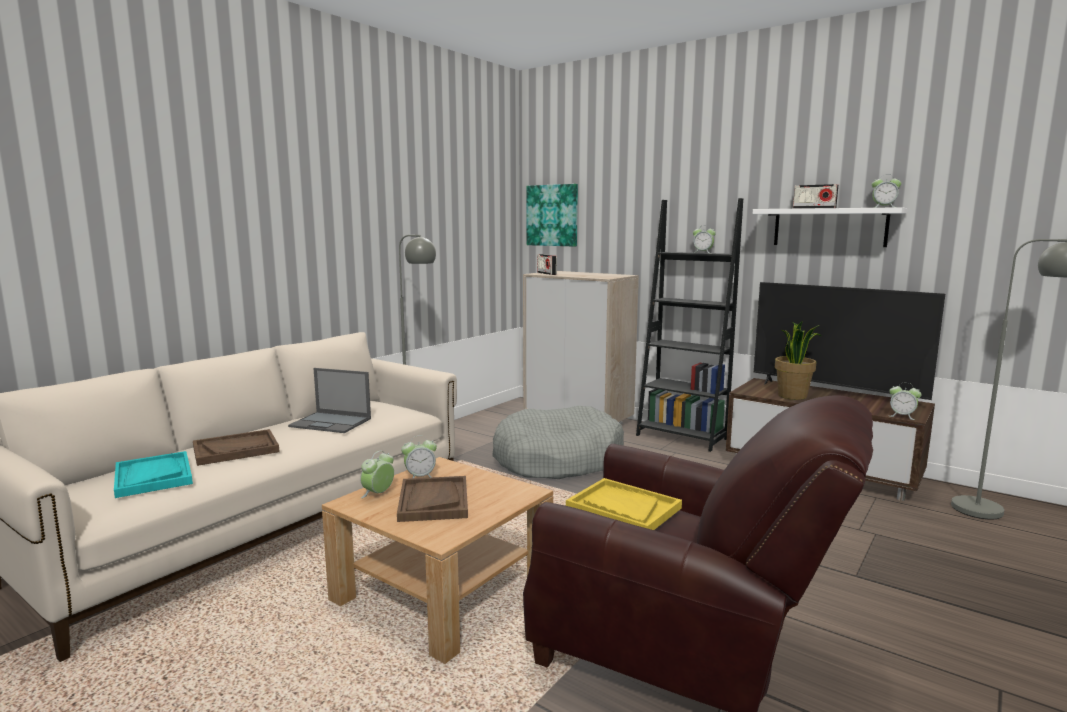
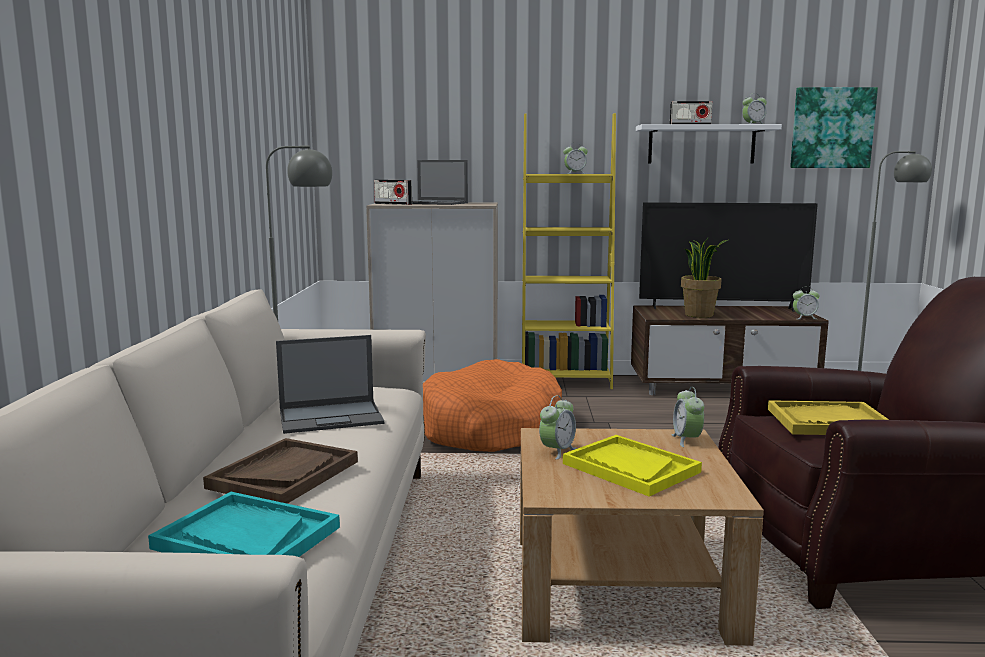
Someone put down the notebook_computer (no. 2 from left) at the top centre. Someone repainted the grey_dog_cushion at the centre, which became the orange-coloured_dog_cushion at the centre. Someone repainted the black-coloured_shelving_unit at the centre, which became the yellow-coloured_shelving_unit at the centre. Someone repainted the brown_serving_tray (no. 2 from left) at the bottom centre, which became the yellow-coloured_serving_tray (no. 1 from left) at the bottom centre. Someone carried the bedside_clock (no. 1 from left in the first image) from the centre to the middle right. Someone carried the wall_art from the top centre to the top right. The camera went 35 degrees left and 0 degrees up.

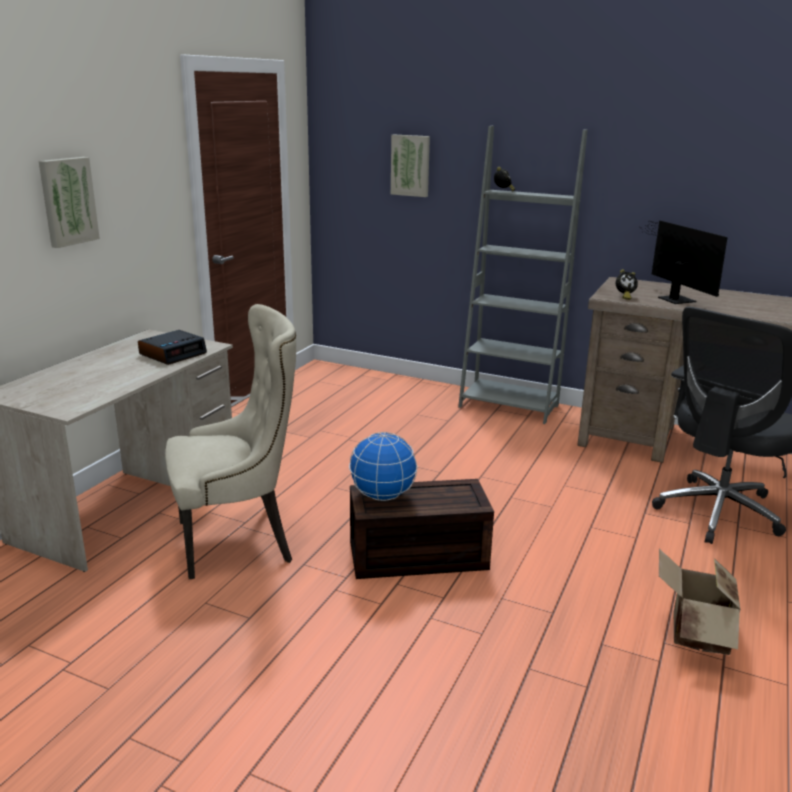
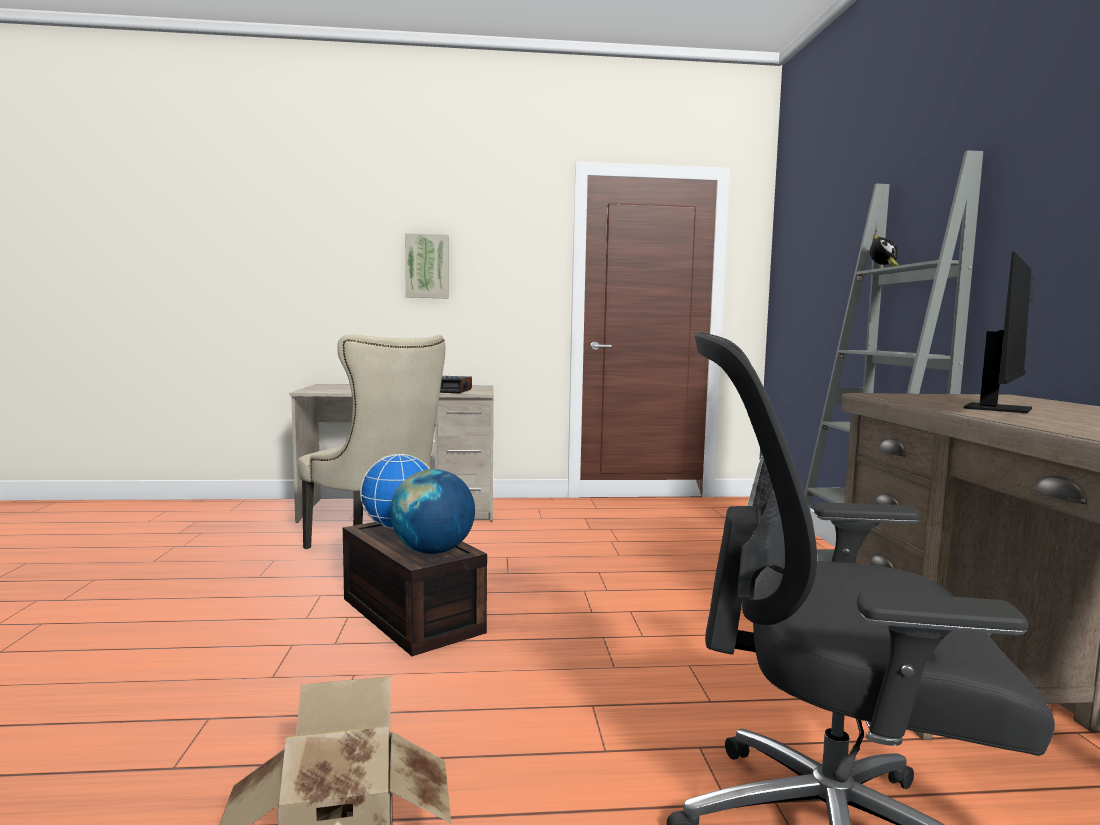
Someone put down the world_globe (no. 2 from left) at the centre. Someone took away the wall_art (no. 2 from left) at the top centre. Someone took away the bedside_clock (no. 3 from left) at the middle right. The camera went 60 degrees right and 15 degrees down.

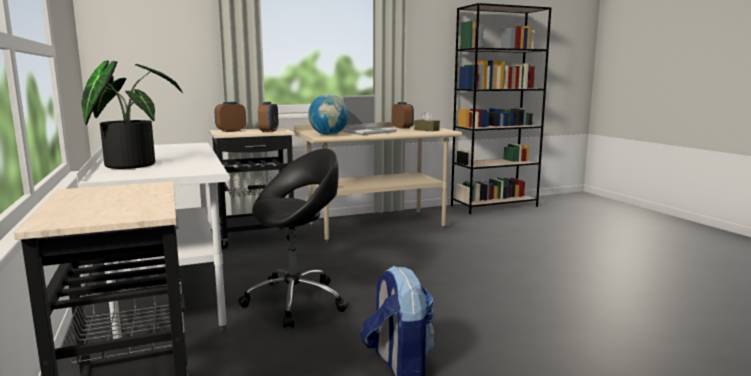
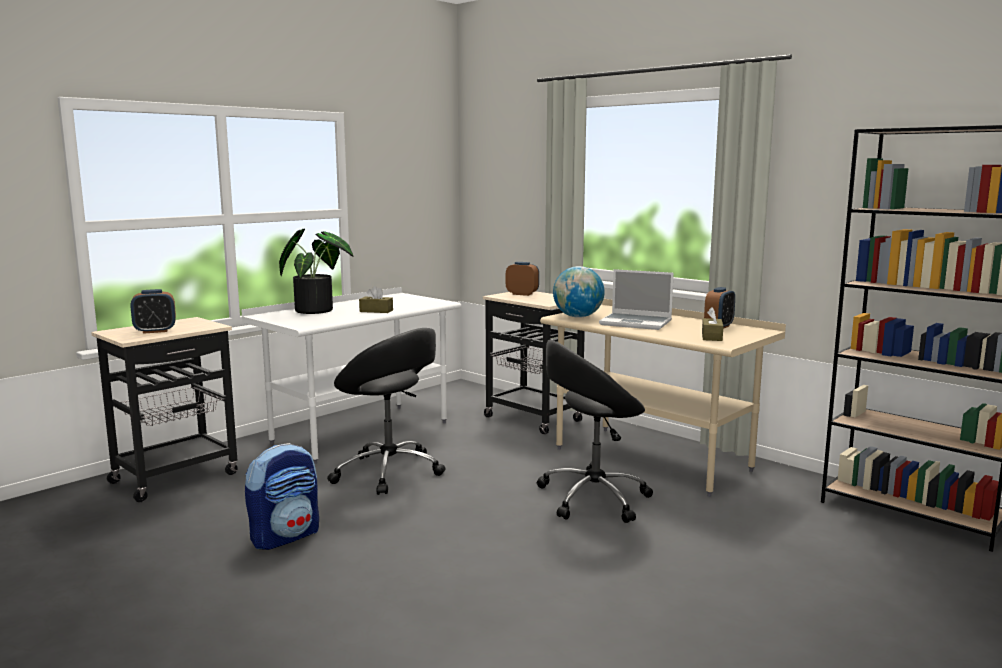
Someone carried the bedside_clock (no. 2 from left in the first image) from the top centre to the middle left. Someone put down the brown_box_of_tissues (no. 1 from left) at the centre. Someone put down the black-coloured_desk_chair (no. 2 from left) at the centre. The camera went 65 degrees right and 0 degrees up.

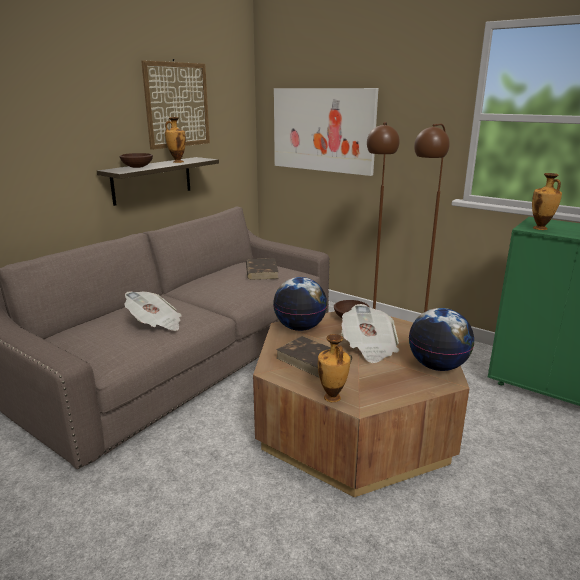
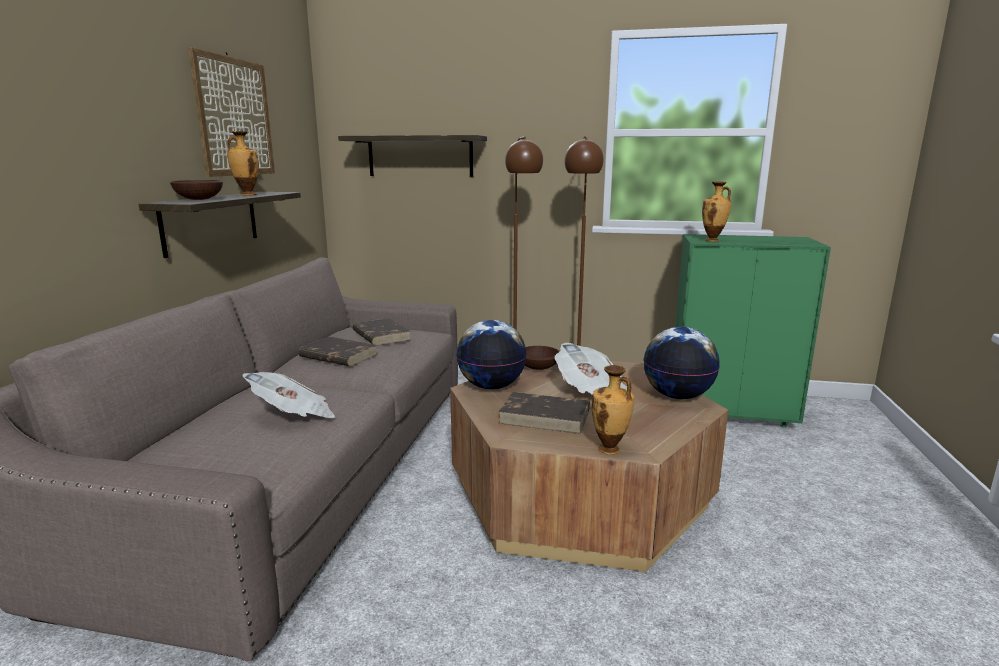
Someone put down the brown_bound_book (no. 1 from left) at the centre. Someone swapped the wall_art (no. 2 from left) at the top centre for the shelf (no. 2 from left) at the top centre. The camera went 25 degrees left and 5 degrees down.

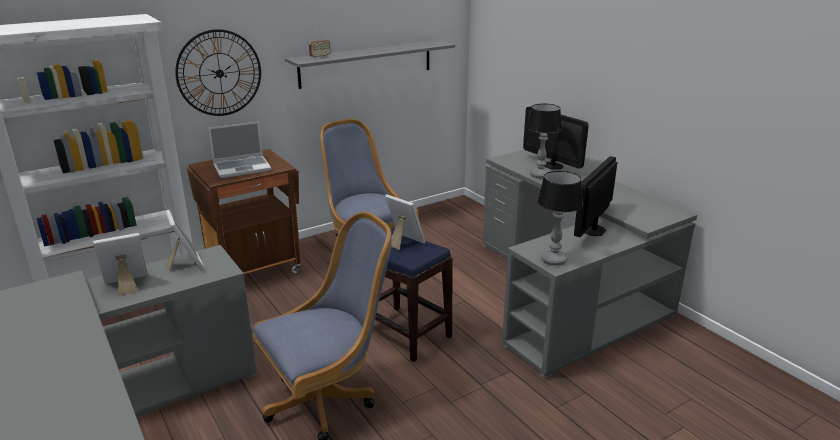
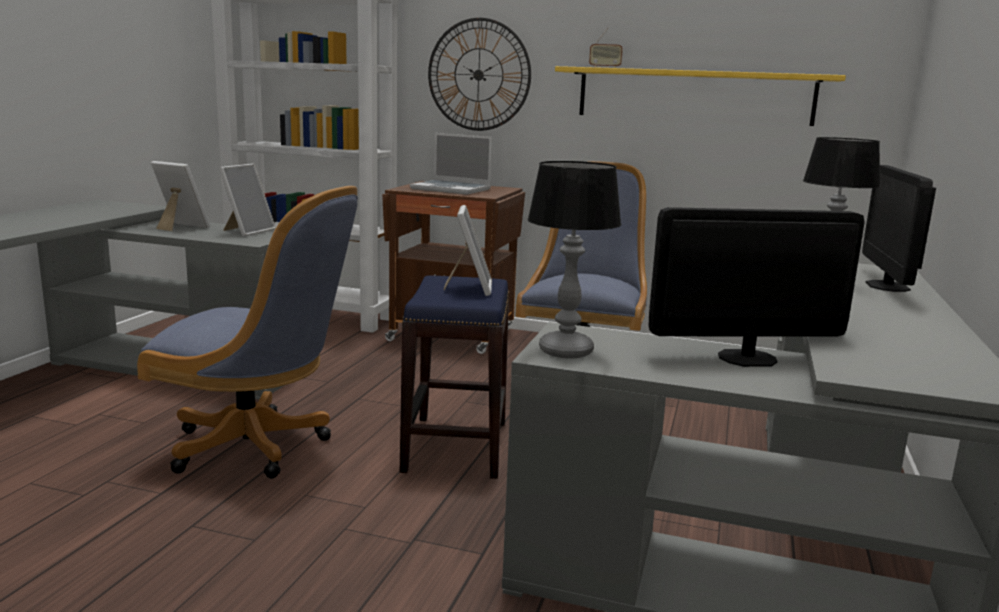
Someone repainted the grey_shelf at the top centre, which became the yellow-coloured_shelf at the top right. The camera went 50 degrees right and 10 degrees down.

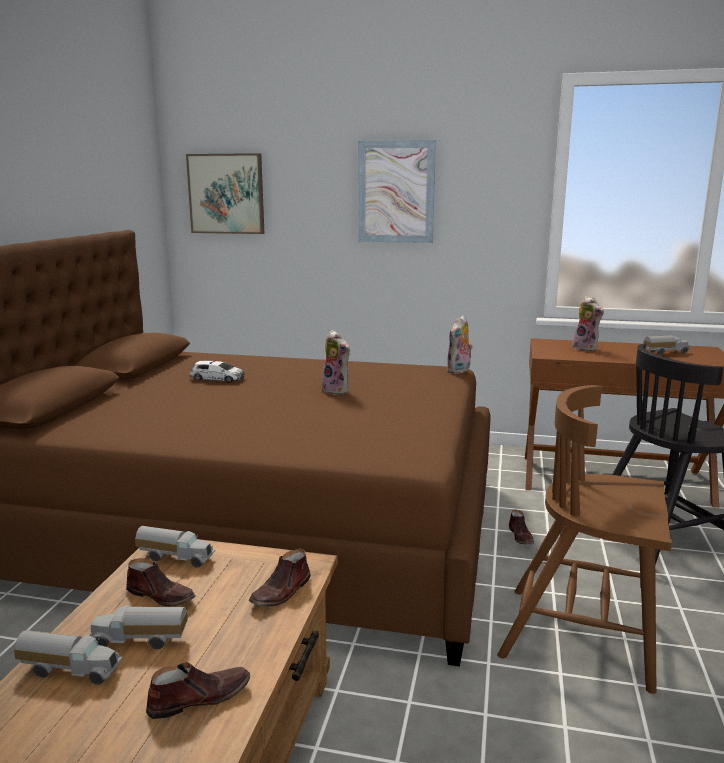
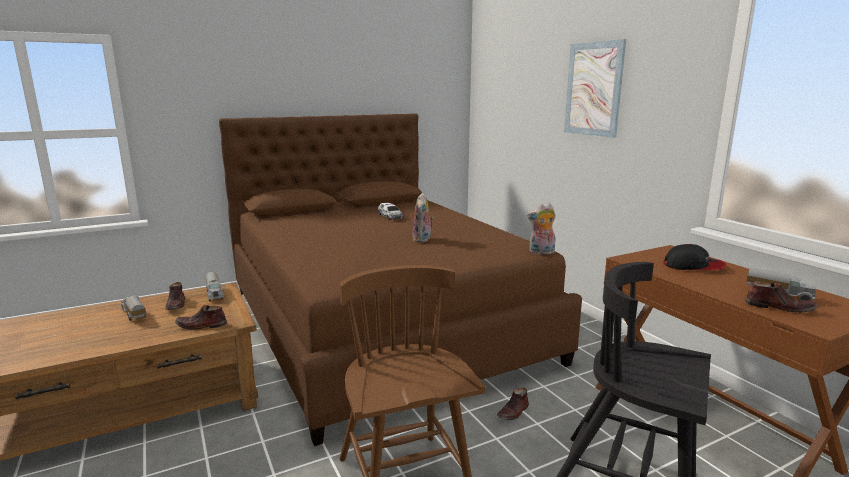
Someone swapped the cuddly_toy (no. 3 from left) at the middle right for the peaked_cap at the middle right. Someone carried the brown_low_shoe (no. 2 from left in the first image) from the bottom left to the middle right. Someone took away the toy_lorry (no. 1 from left) at the bottom left. Someone took away the wall_art (no. 1 from left) at the top left. The camera went 50 degrees right and 0 degrees up.

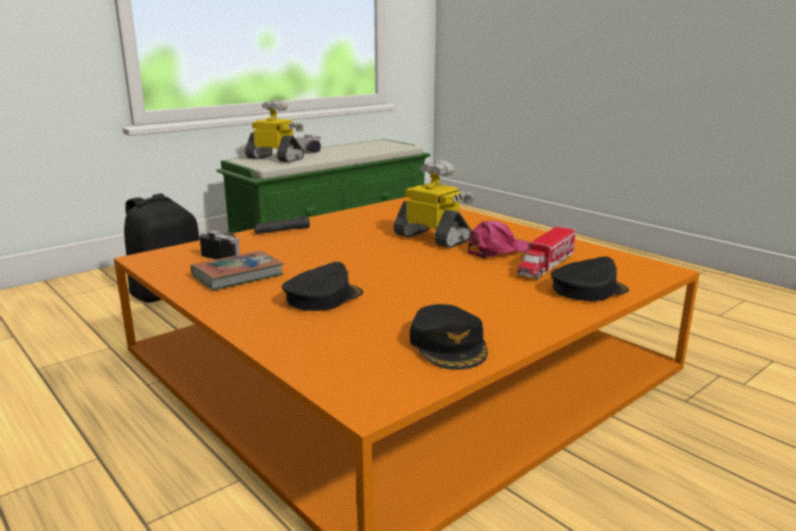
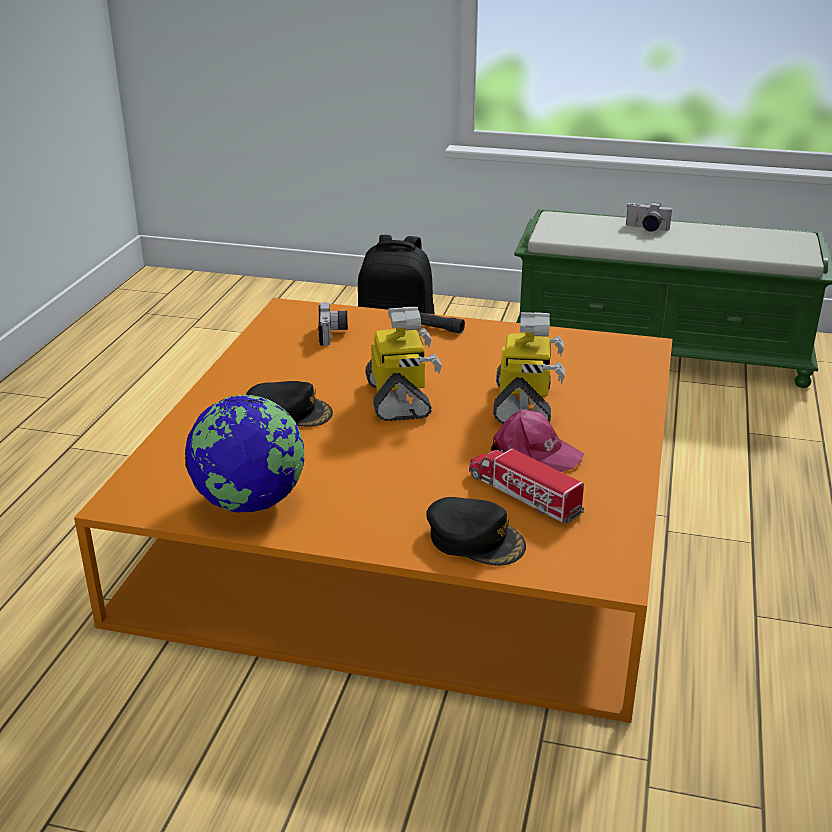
Someone swapped the black-coloured_peaked_cap (no. 2 from left) at the centre for the world_globe at the middle left. Someone carried the model_robot (no. 1 from left) from the top centre to the centre. Someone rotated the toy_lorry at the middle right by 45 degrees clockwise. Someone took away the bound_book at the middle left. The camera went 55 degrees right and 10 degrees up.

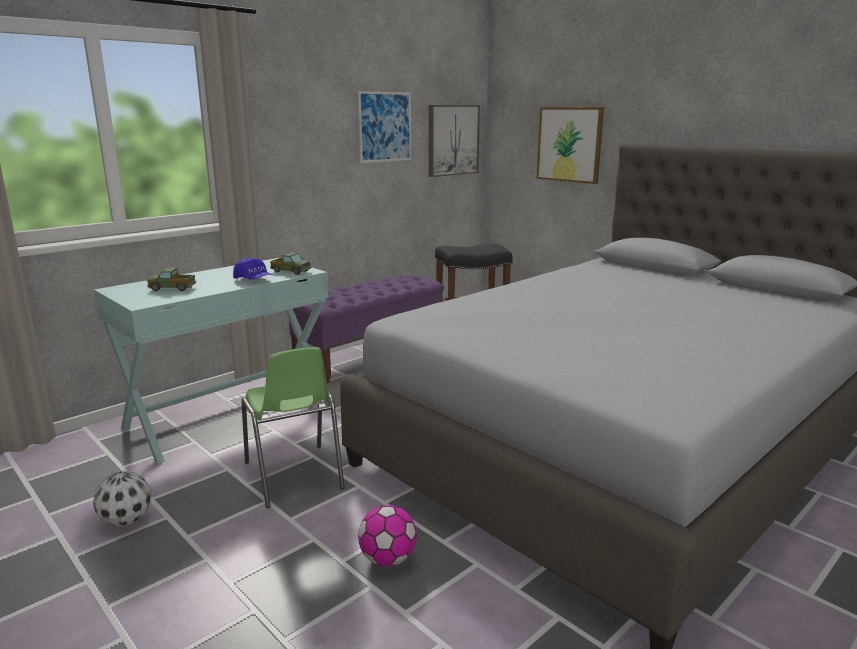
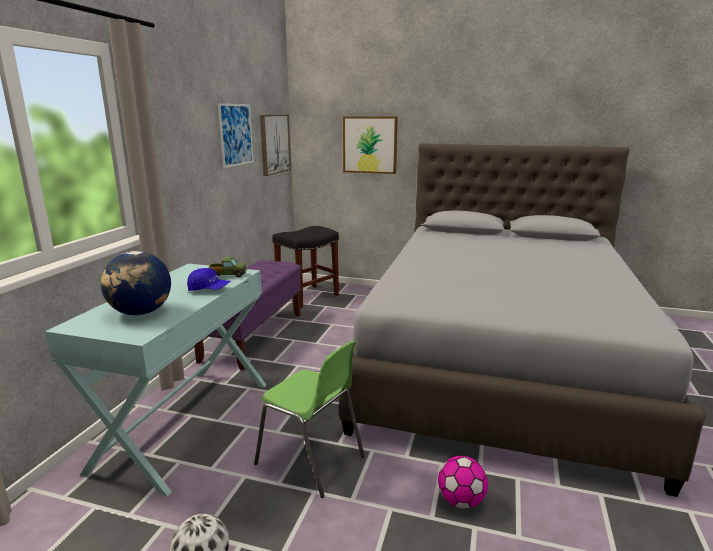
Someone swapped the toy_lorry (no. 1 from left) at the middle left for the world_globe at the middle left. The camera went 30 degrees left and 0 degrees up.

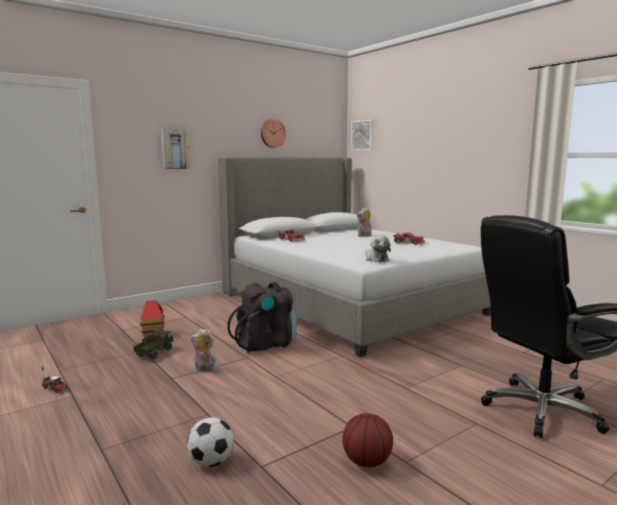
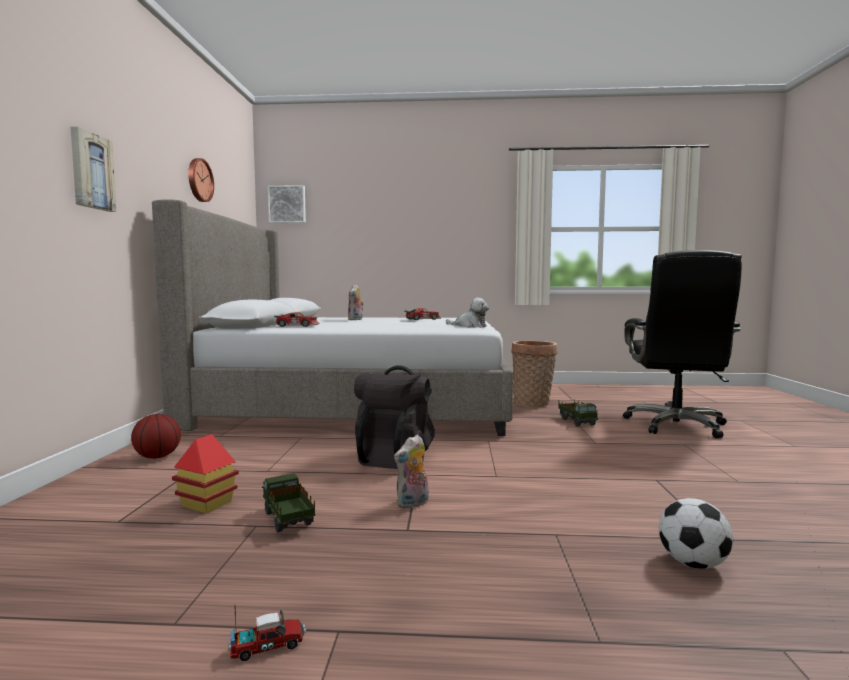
Someone carried the basketball from the bottom centre to the middle left. Someone put down the household_basket at the centre. Someone put down the toy_lorry (no. 3 from left) at the middle right. The camera went 50 degrees left and 5 degrees down.

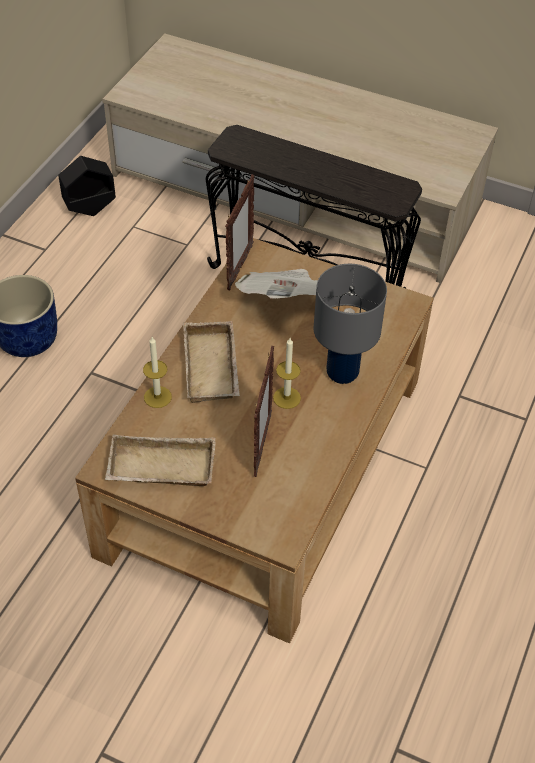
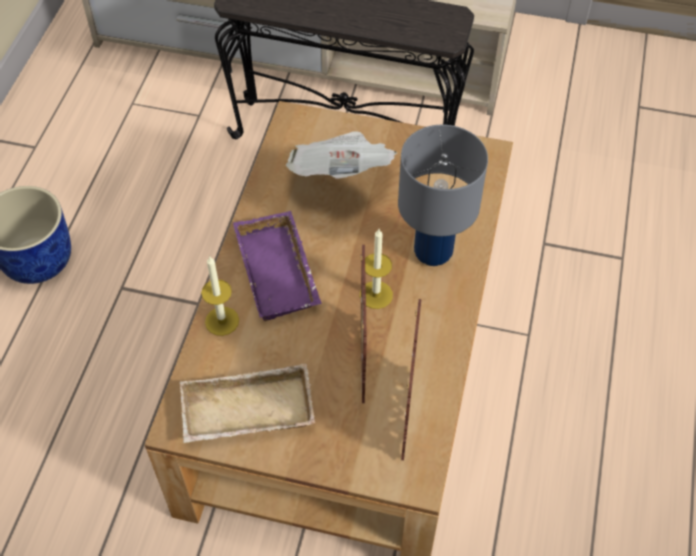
Someone repainted the beige_serving_tray (no. 2 from left) at the centre, which became the purple-coloured_serving_tray at the centre. Someone carried the picture_frame (no. 1 from left in the first image) from the top centre to the bottom centre. Someone took away the black-coloured_flower_pot at the top left. The camera went 10 degrees left and 5 degrees up.

